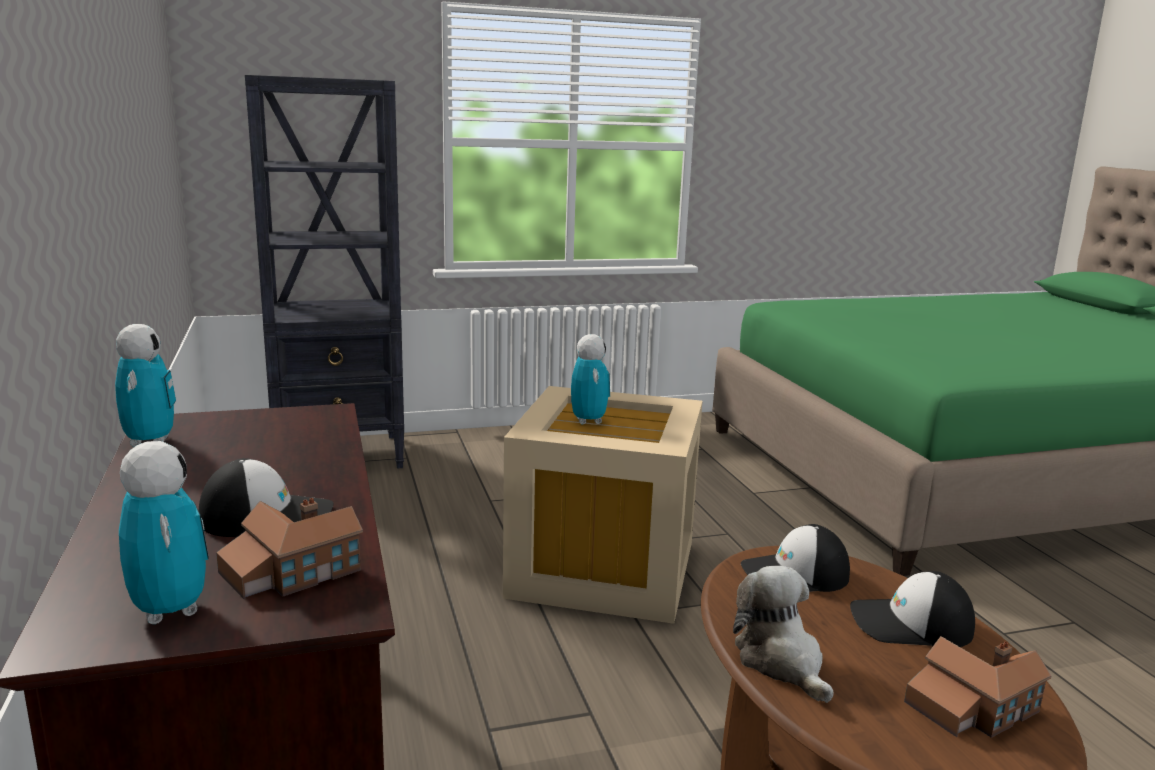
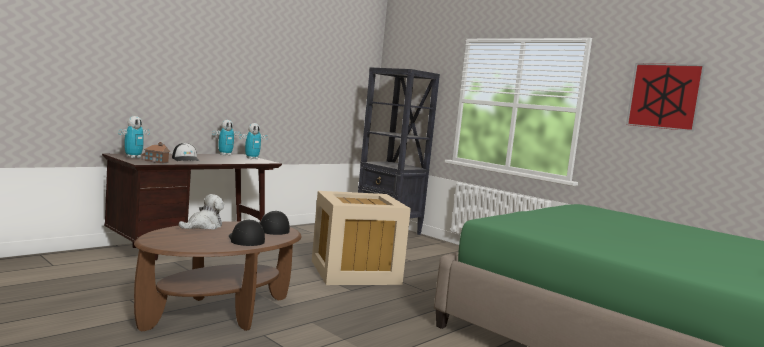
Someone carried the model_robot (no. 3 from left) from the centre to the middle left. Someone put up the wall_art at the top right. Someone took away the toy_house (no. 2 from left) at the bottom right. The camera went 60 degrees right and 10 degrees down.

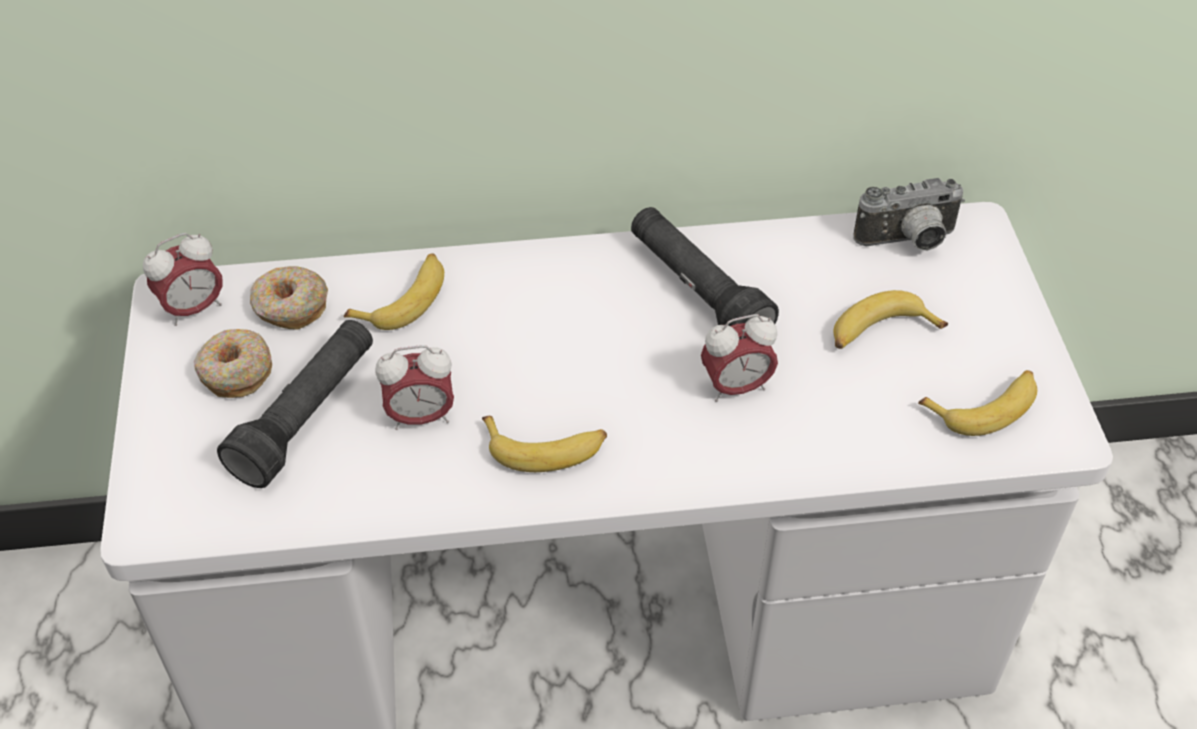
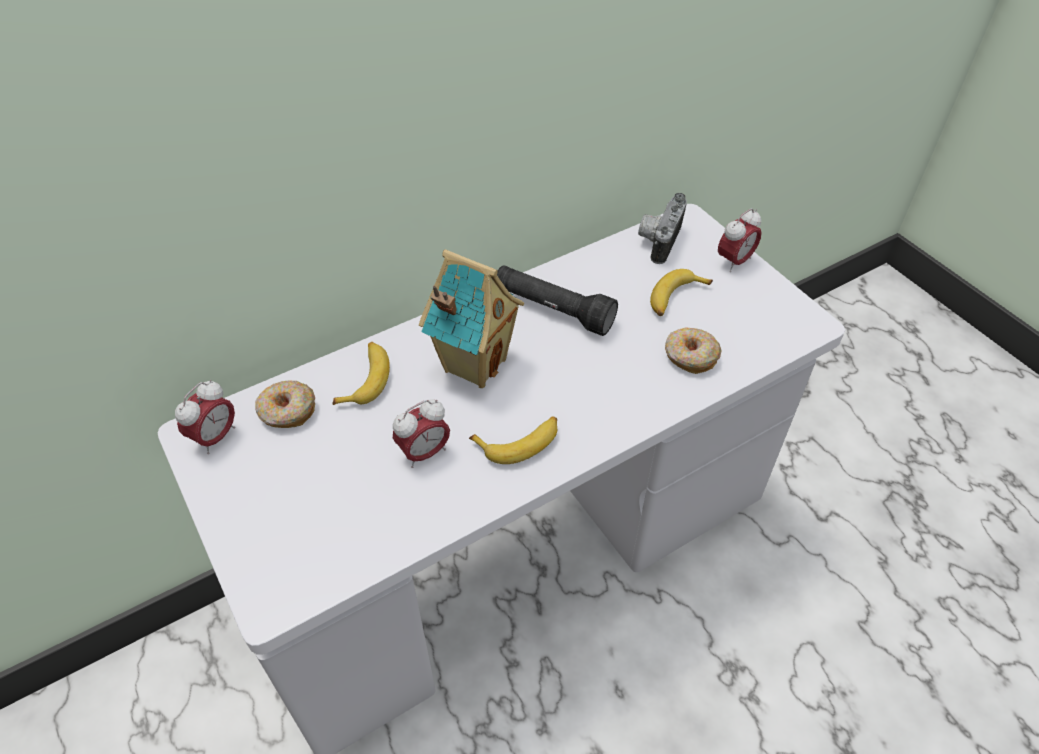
Someone put down the toy_house at the centre. Someone rotated the still_camera at the top right by 150 degrees clockwise. Someone carried the ring_doughnut (no. 1 from left in the first image) from the middle left to the middle right. Someone carried the bedside_clock (no. 3 from left) from the centre to the top right. Someone took away the black-coloured_torch (no. 1 from left) at the middle left. Someone took away the banana_fruit (no. 4 from left) at the middle right. The camera went 25 degrees left and 0 degrees up.

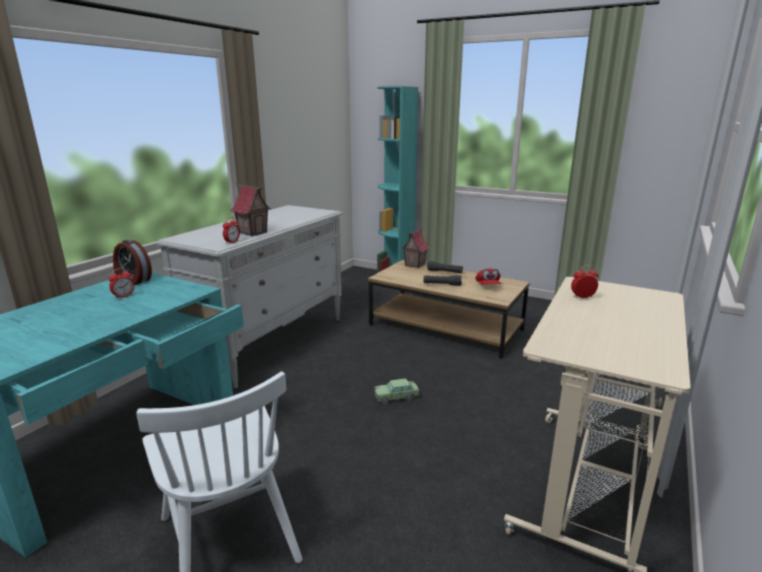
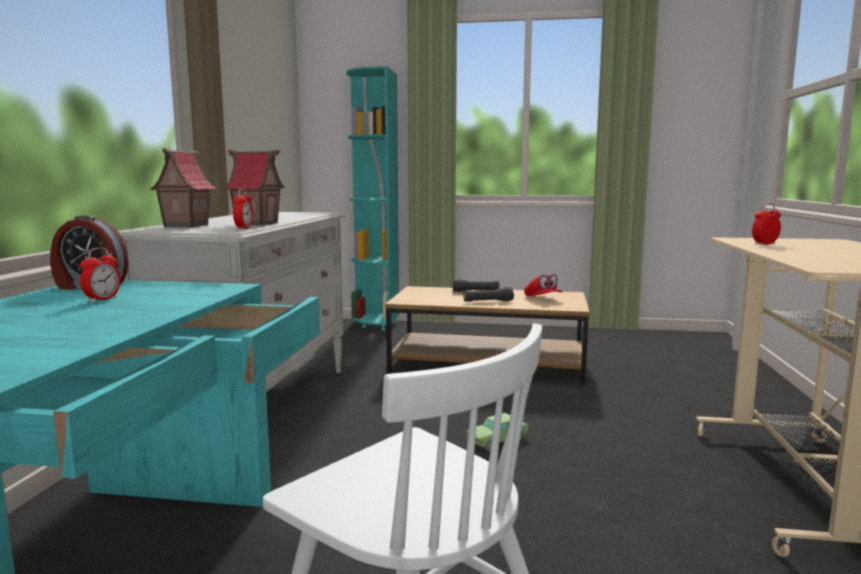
Someone carried the toy_house (no. 2 from left in the first image) from the centre to the top left. The camera went 20 degrees left and 10 degrees down.

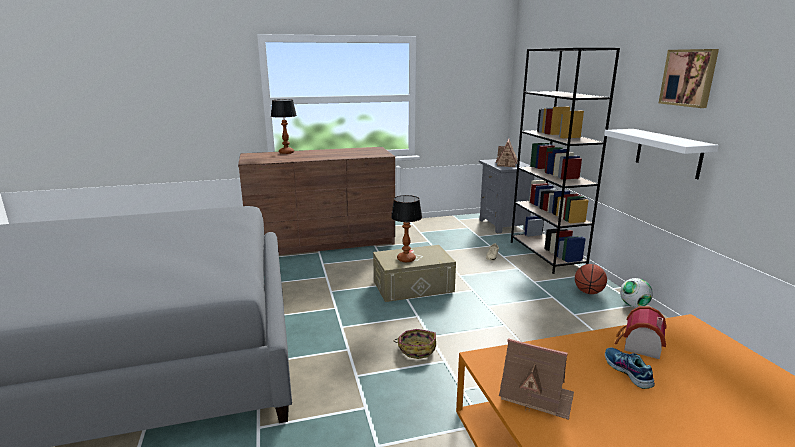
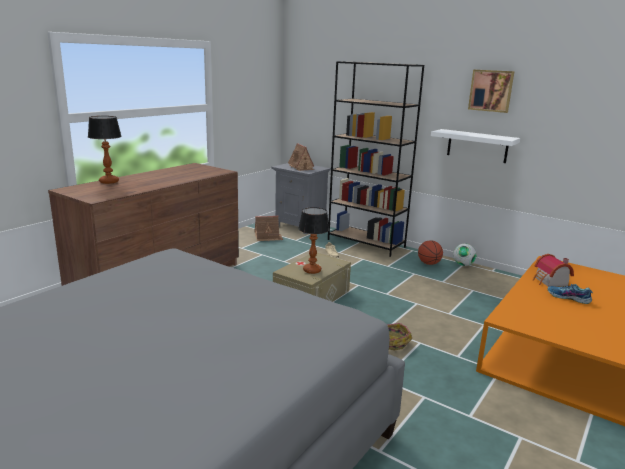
Someone carried the toy_house (no. 2 from left in the first image) from the bottom right to the centre. The camera went 40 degrees left and 0 degrees up.

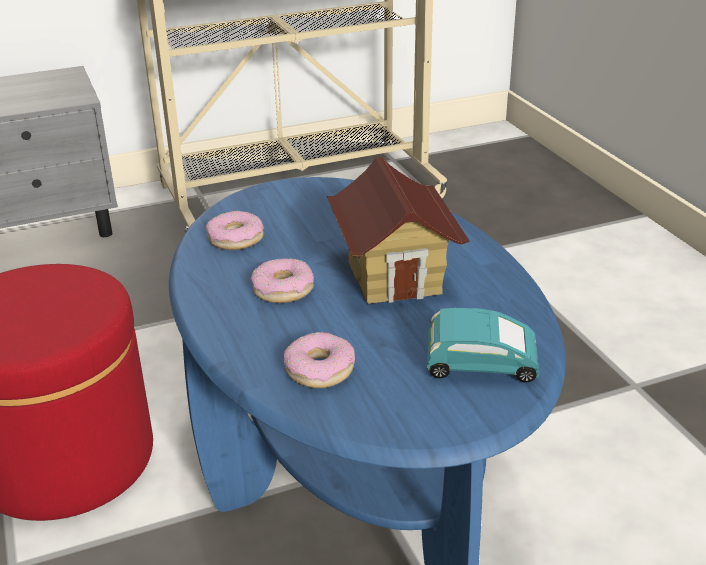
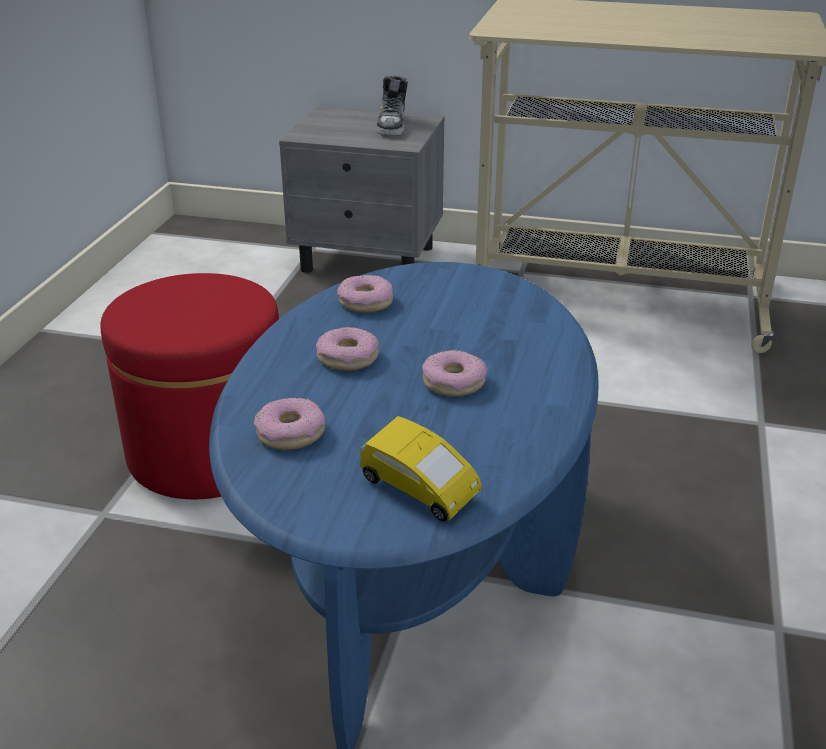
Someone repainted the turquoise_miniature_car at the middle right, which became the yellow-coloured_miniature_car at the centre. Someone put down the low_shoe at the top centre. Someone swapped the toy_house at the centre for the ring_doughnut (no. 4 from left) at the centre. The camera went 35 degrees right and 0 degrees up.

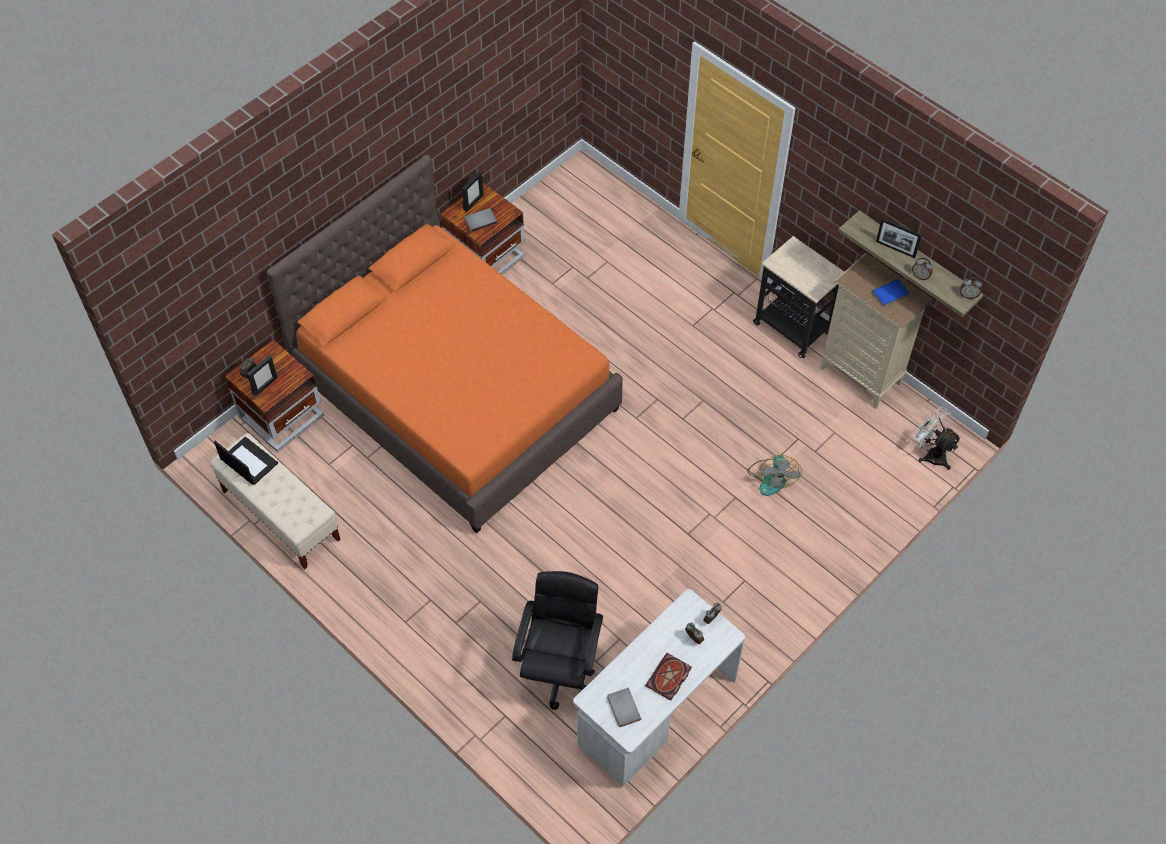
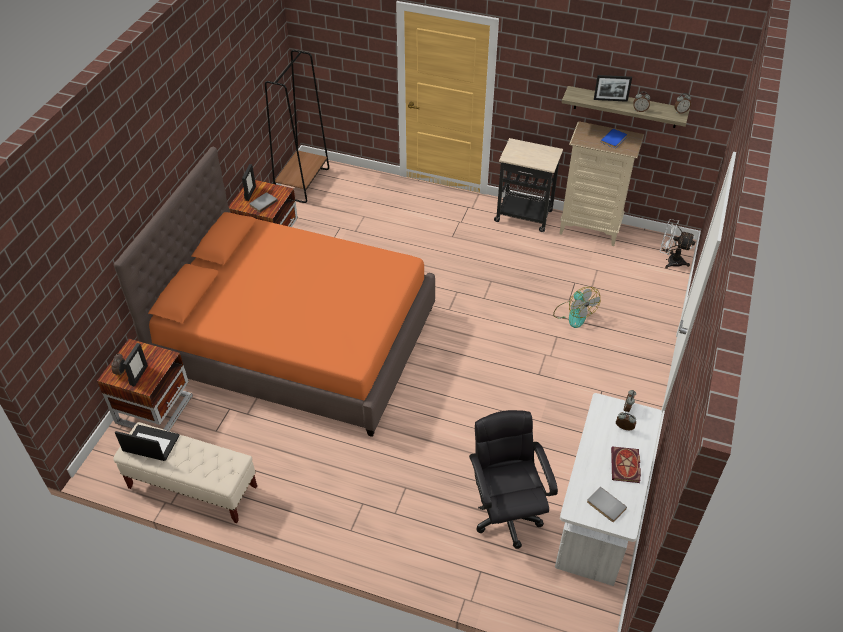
Someone put down the garment_rack at the top centre. The camera went 25 degrees left and 10 degrees down.

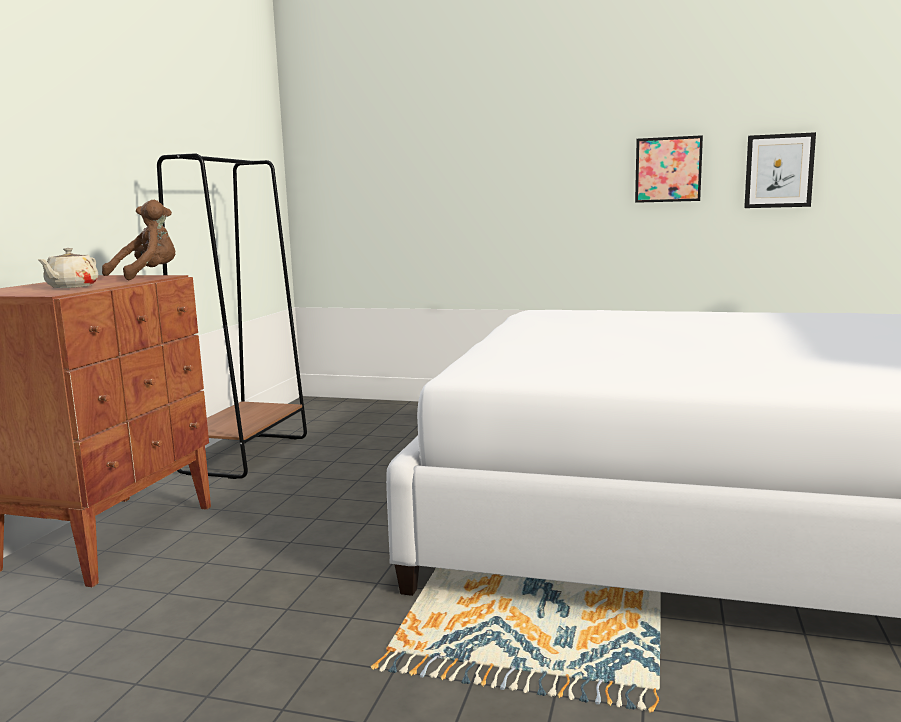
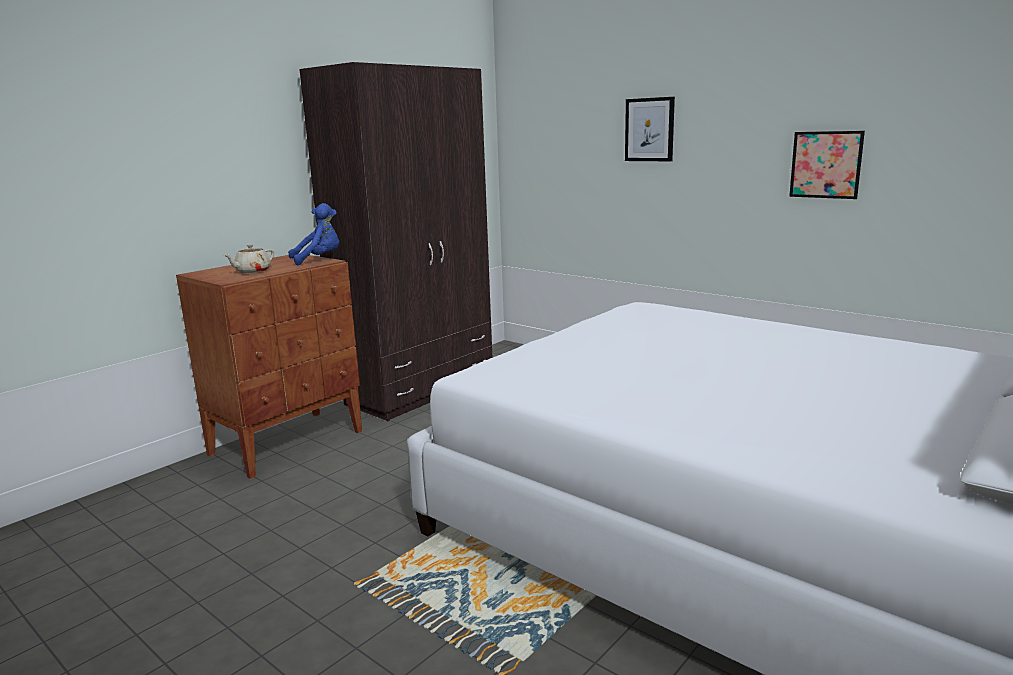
Someone repainted the brown_cuddly_toy at the top left, which became the bluish_cuddly_toy at the middle left. Someone swapped the garment_rack at the middle left for the brown_wardrobe at the centre. Someone carried the wall_art (no. 2 from left in the first image) from the top right to the top centre. The camera went 25 degrees right and 5 degrees up.

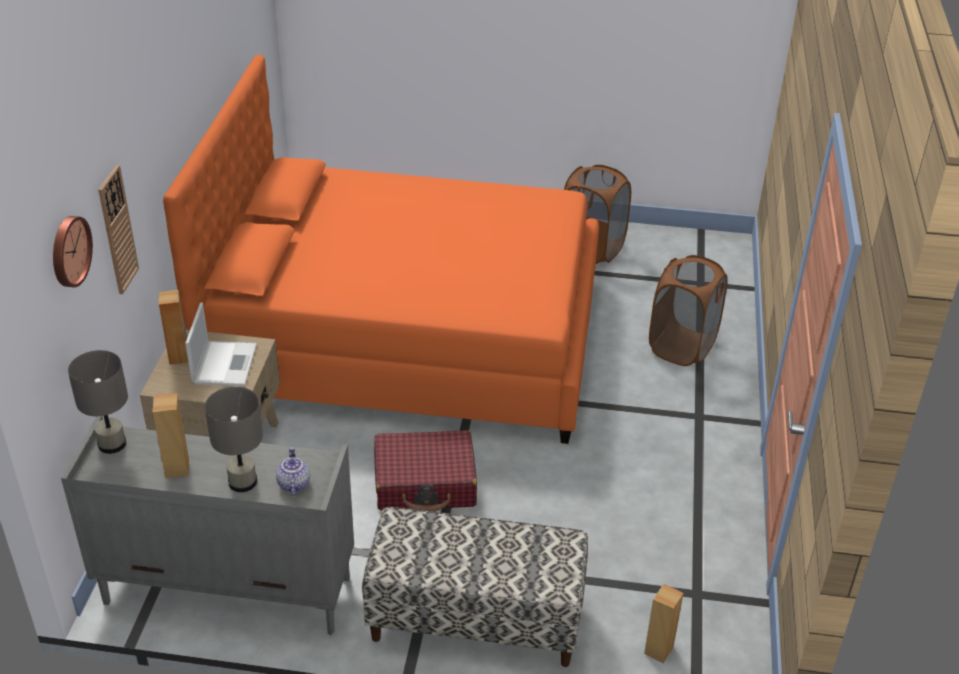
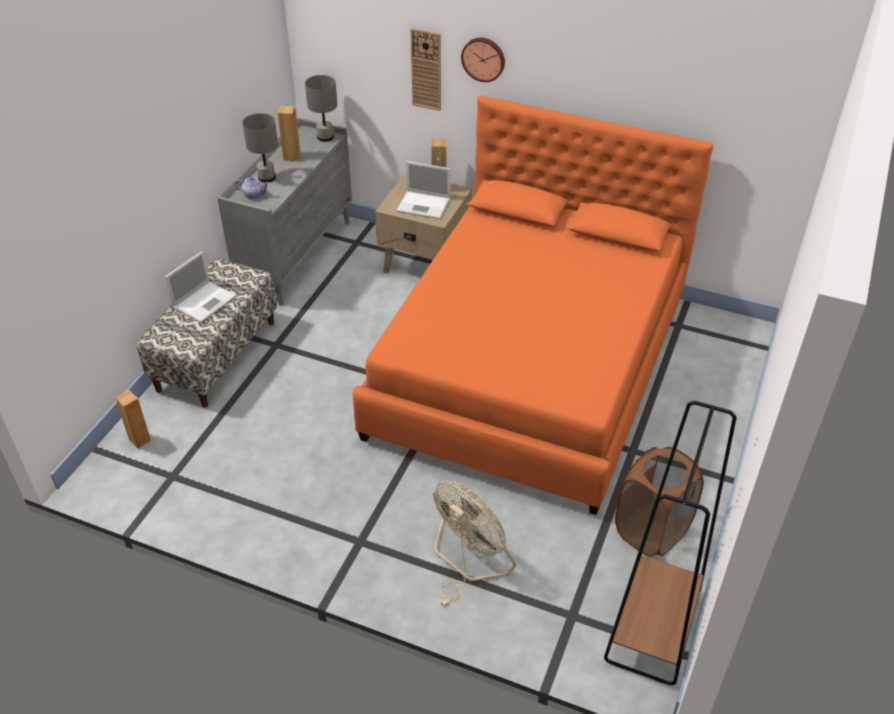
Someone put down the notebook_computer (no. 1 from left) at the middle left. Someone swapped the brown_hamper (no. 2 from left) at the middle right for the beige_cooling_fan at the bottom centre. Someone carried the clock_on_the_wall (no. 1 from left in the first image) from the middle left to the top centre. Someone put down the garment_rack at the bottom right. Someone took away the red-coloured_suitcase at the bottom centre. The camera went 105 degrees right and 5 degrees up.

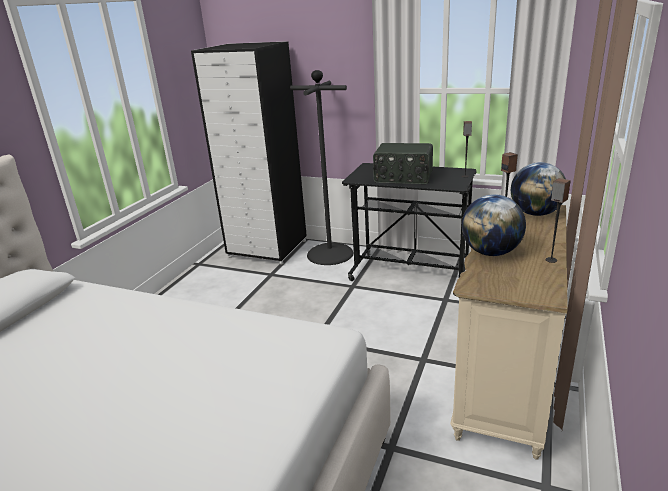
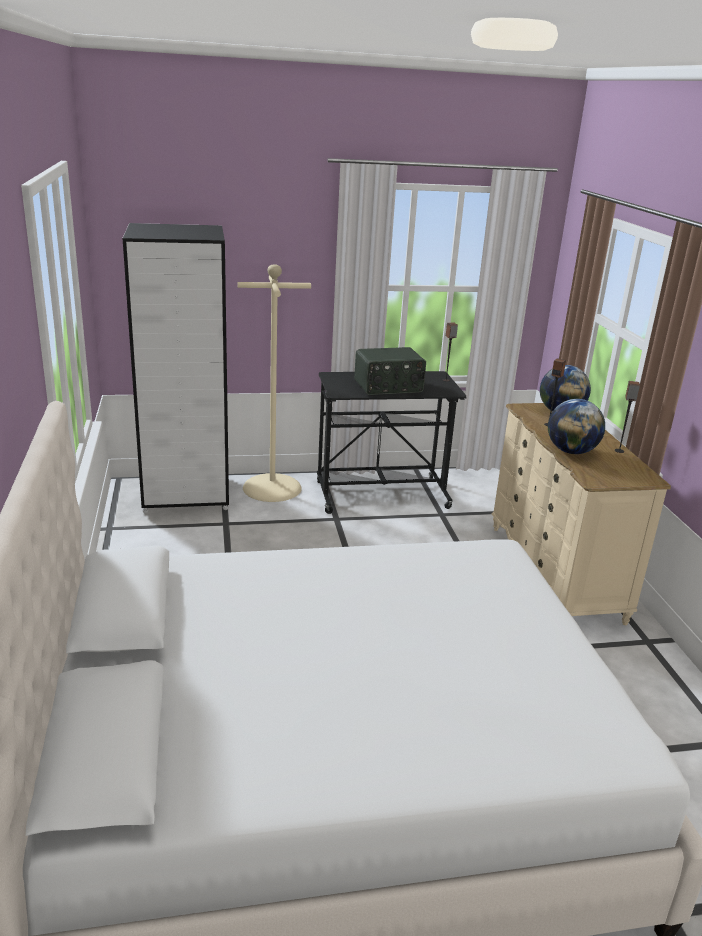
Someone repainted the black-coloured_garment_rack at the centre, which became the beige_garment_rack at the centre. The camera went 35 degrees left and 0 degrees up.

